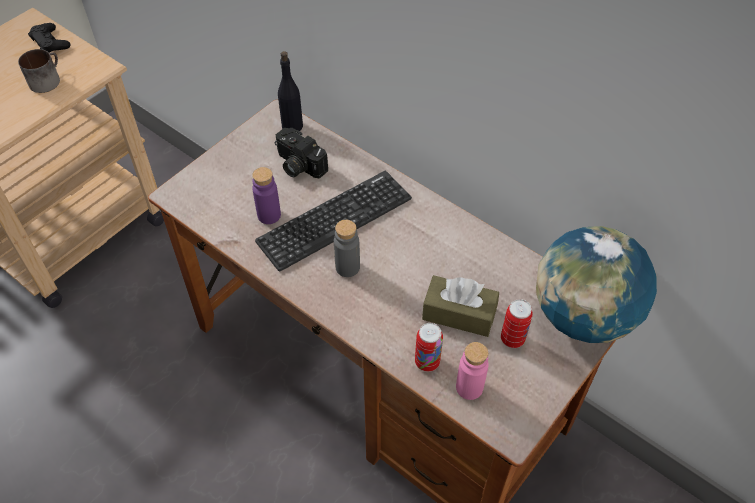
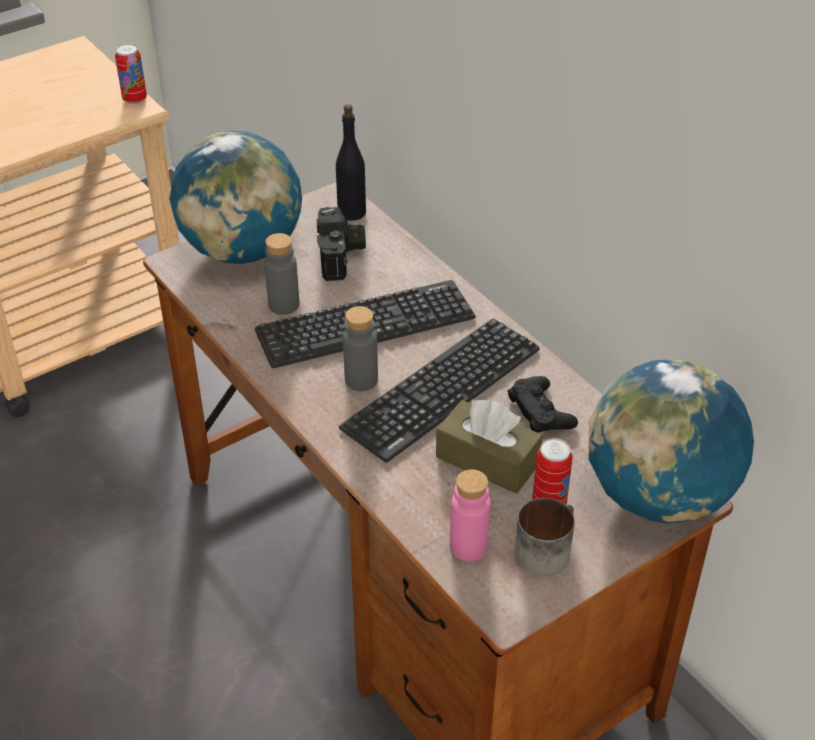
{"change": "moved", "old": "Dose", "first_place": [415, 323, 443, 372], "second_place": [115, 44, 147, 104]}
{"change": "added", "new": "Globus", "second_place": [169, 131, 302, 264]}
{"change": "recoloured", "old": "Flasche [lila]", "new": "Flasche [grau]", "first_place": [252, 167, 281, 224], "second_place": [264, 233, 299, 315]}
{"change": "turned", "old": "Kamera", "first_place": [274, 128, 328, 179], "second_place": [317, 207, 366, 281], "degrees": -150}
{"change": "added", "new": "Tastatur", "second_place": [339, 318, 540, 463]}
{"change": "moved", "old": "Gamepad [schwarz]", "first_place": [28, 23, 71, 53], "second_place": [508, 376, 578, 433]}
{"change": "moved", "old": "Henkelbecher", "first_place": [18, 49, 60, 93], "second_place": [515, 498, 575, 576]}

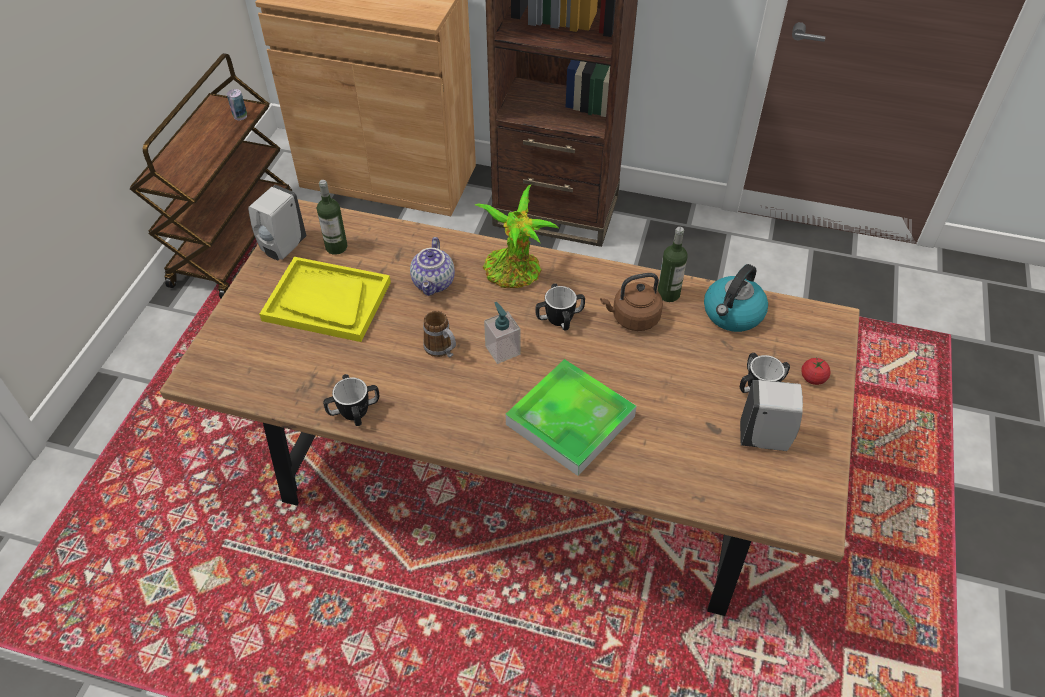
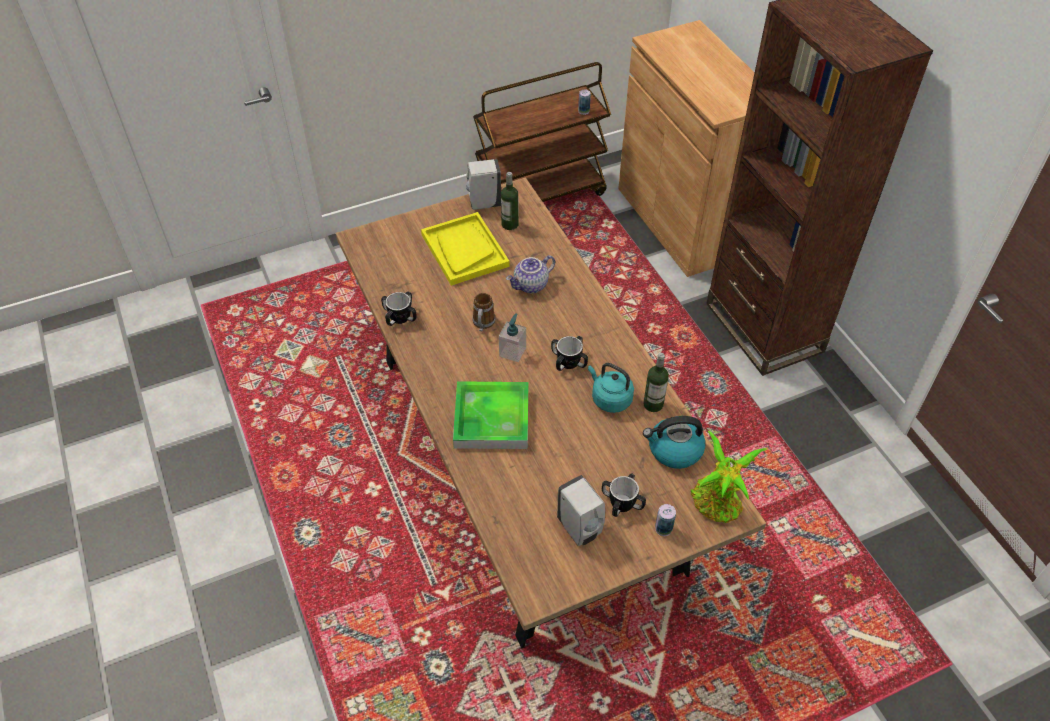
{"change": "recoloured", "old": "Wasserkessel [braun]", "new": "Wasserkessel [türkis]", "first_place": [600, 273, 663, 331], "second_place": [588, 363, 634, 413]}
{"change": "replaced", "old": "Tomate", "new": "Dose", "first_place": [802, 358, 830, 385], "second_place": [655, 504, 676, 536]}
{"change": "moved", "old": "Topfpflanze", "first_place": [475, 185, 559, 288], "second_place": [691, 431, 767, 523]}

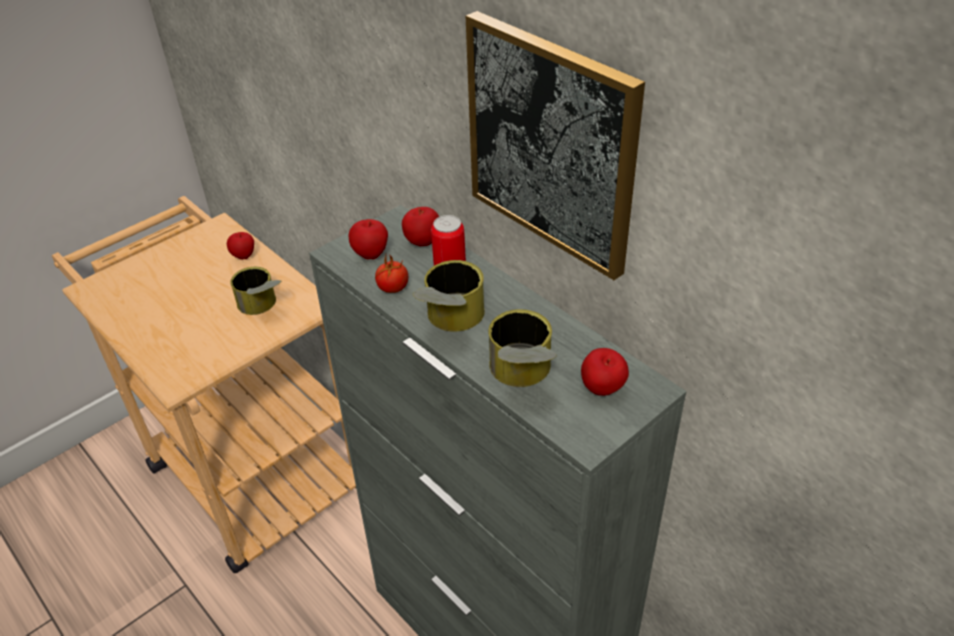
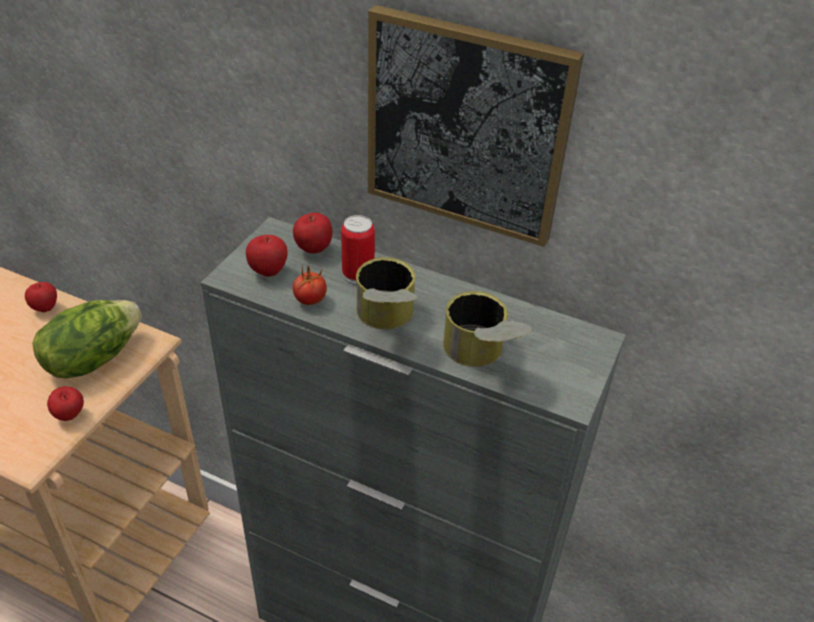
{"change": "replaced", "old": "Dose", "new": "Salatkopf", "first_place": [230, 267, 281, 315], "second_place": [32, 300, 142, 379]}
{"change": "moved", "old": "Apfel", "first_place": [581, 348, 629, 396], "second_place": [47, 386, 84, 421]}

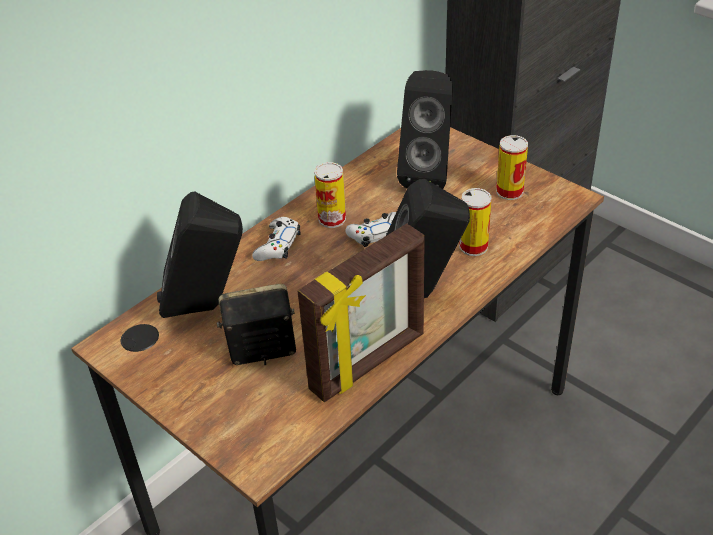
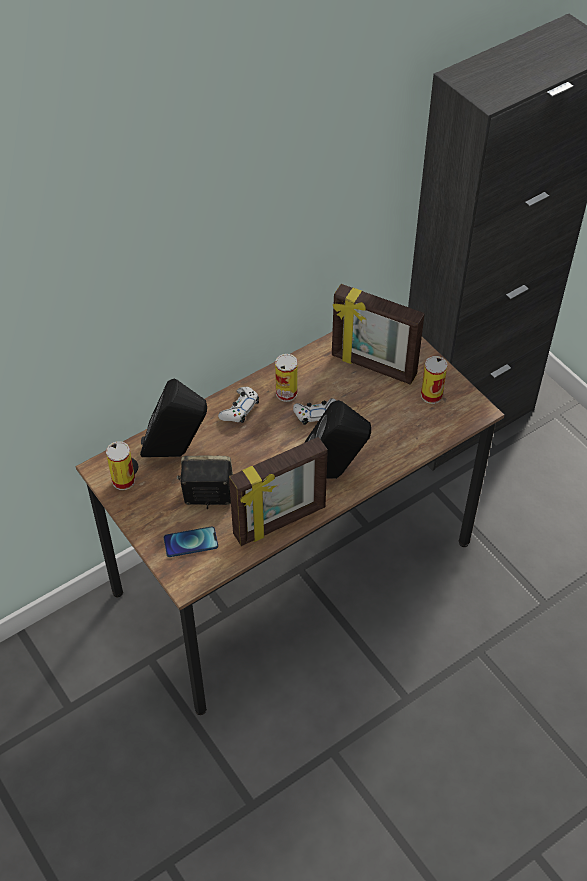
{"change": "moved", "old": "Dose", "first_place": [459, 188, 492, 256], "second_place": [106, 441, 135, 490]}
{"change": "added", "new": "Handy", "second_place": [164, 526, 218, 557]}
{"change": "replaced", "old": "Lautsprecher [schwarz]", "new": "Bilderrahmen", "first_place": [397, 70, 453, 189], "second_place": [332, 284, 425, 385]}

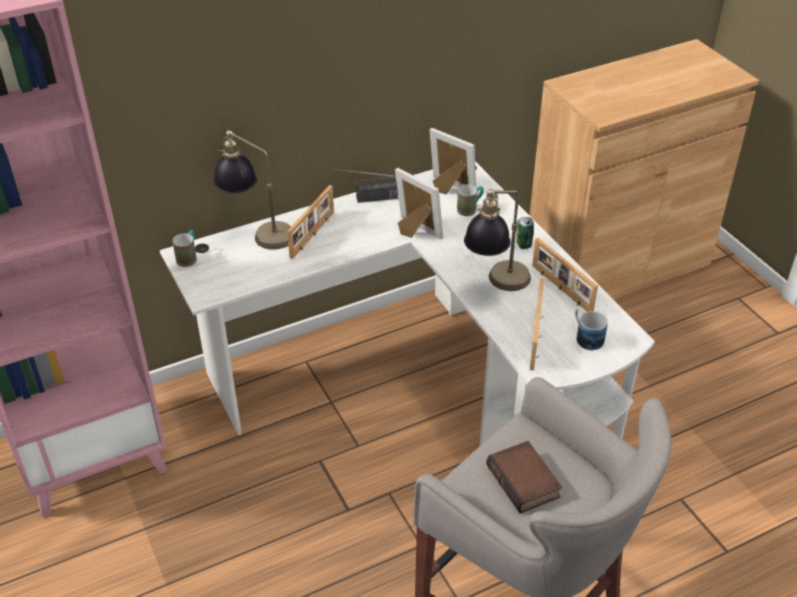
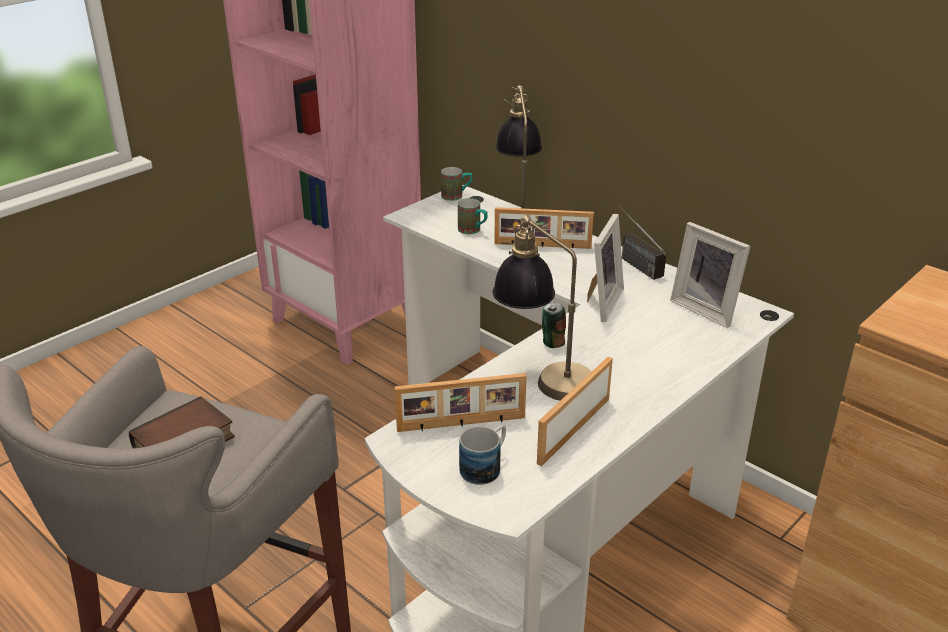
{"change": "moved", "old": "Henkelbecher", "first_place": [457, 184, 484, 216], "second_place": [458, 198, 488, 234]}
{"change": "moved", "old": "Dose", "first_place": [516, 217, 534, 249], "second_place": [542, 302, 566, 348]}
{"change": "turned", "old": "Bilderrahmen", "first_place": [430, 128, 476, 195], "second_place": [670, 222, 751, 328], "degrees": 120}

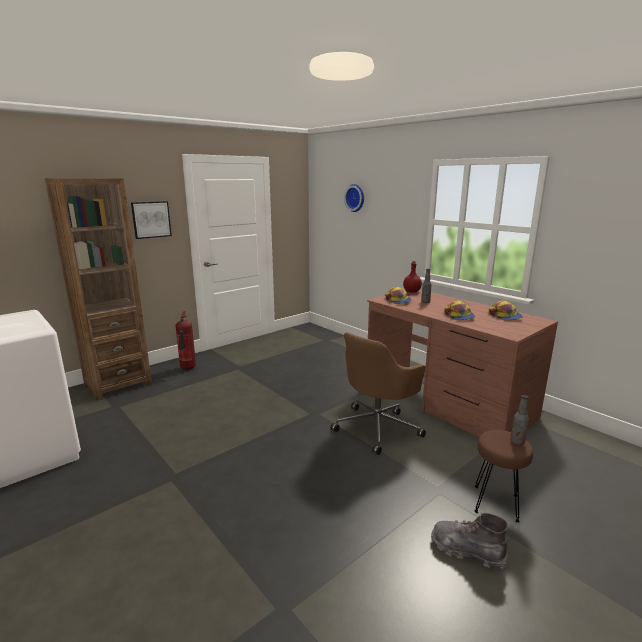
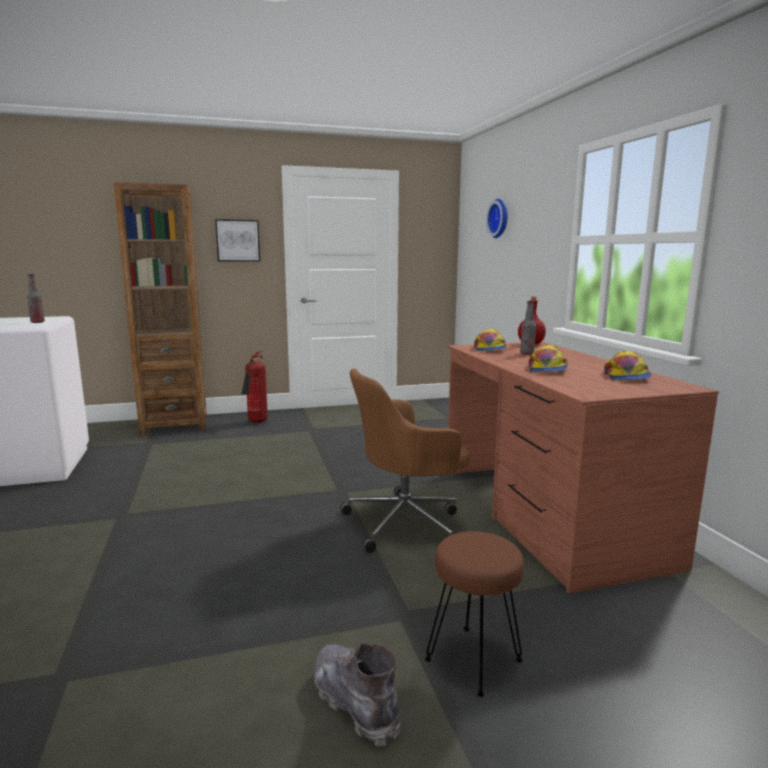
{"change": "moved", "old": "Flasche", "first_place": [510, 395, 529, 445], "second_place": [27, 274, 45, 323]}

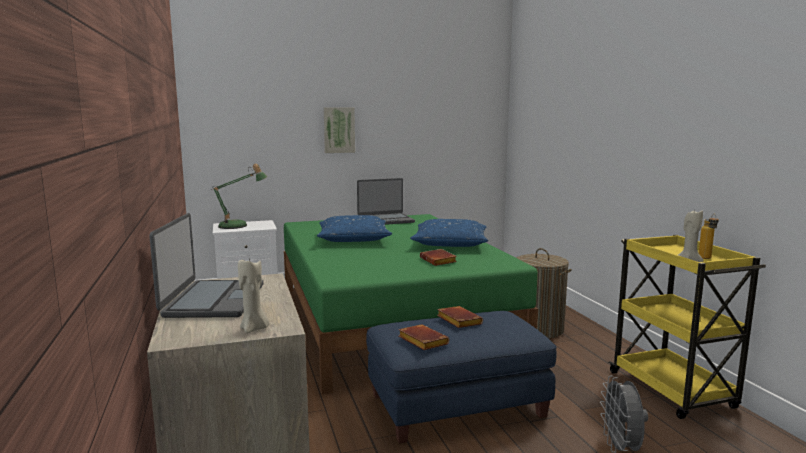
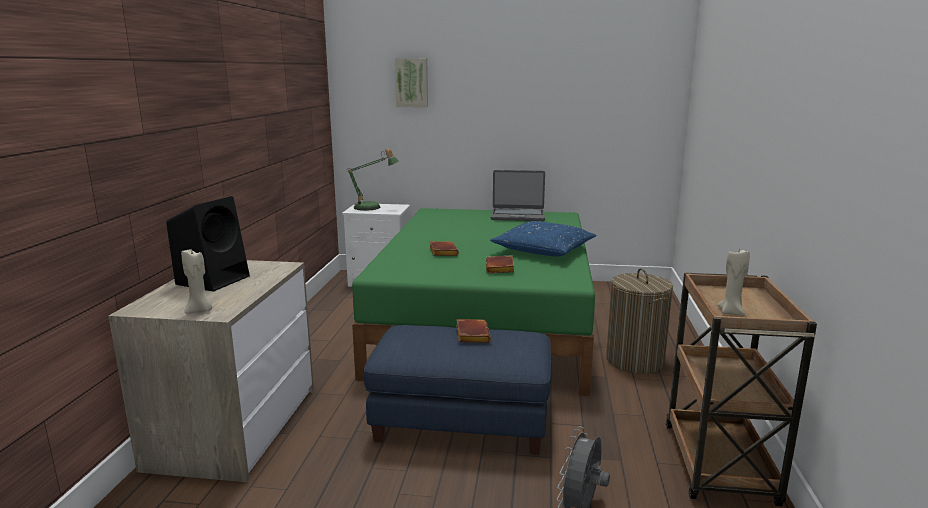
{"change": "replaced", "old": "Laptop", "new": "Lautsprecher [schwarz]", "first_place": [149, 213, 263, 318], "second_place": [166, 196, 250, 292]}
{"change": "moved", "old": "Bild", "first_place": [324, 108, 355, 153], "second_place": [395, 58, 428, 107]}
{"change": "moved", "old": "Buch [braun]", "first_place": [399, 324, 449, 350], "second_place": [429, 241, 459, 256]}
{"change": "recoloured", "old": "Rollwagen [gelb]", "new": "Rollwagen [braun]", "first_place": [609, 235, 766, 419], "second_place": [666, 272, 817, 506]}
{"change": "removed", "old": "Kissen [blau]", "first_place": [317, 215, 392, 242]}
{"change": "removed", "old": "Flasche", "first_place": [699, 213, 719, 259]}

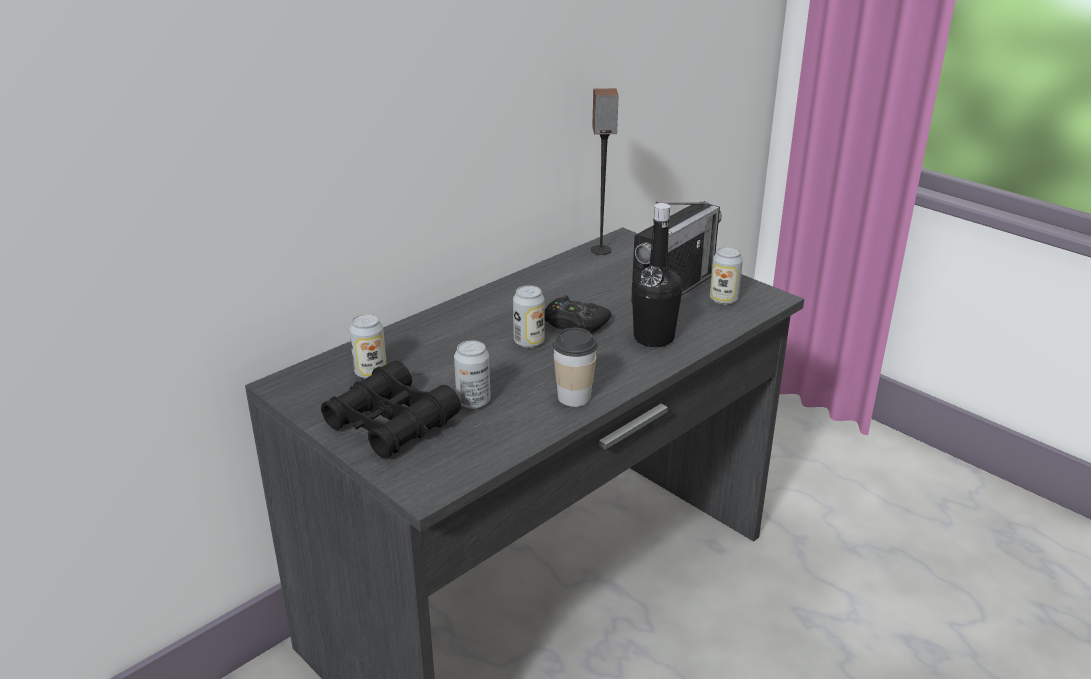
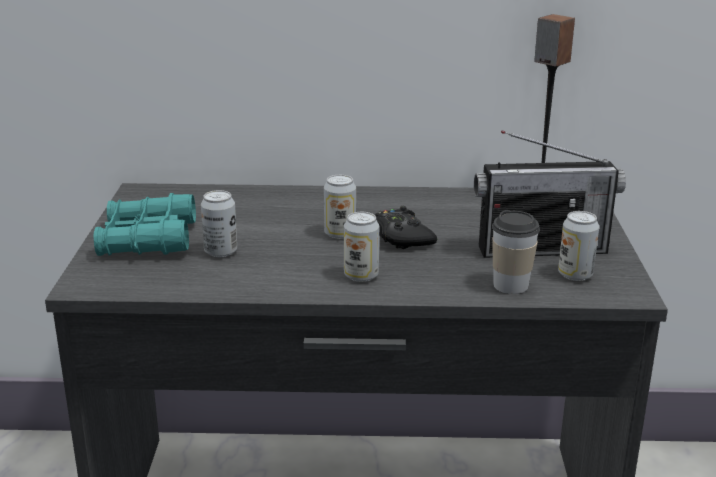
{"change": "recoloured", "old": "Fernglas [schwarz]", "new": "Fernglas [türkis]", "first_place": [321, 360, 461, 459], "second_place": [93, 193, 196, 256]}
{"change": "moved", "old": "Dose", "first_place": [349, 314, 387, 379], "second_place": [344, 212, 379, 282]}
{"change": "moved", "old": "Tasse", "first_place": [553, 328, 598, 407], "second_place": [492, 210, 540, 294]}
{"change": "removed", "old": "Flasche [schwarz]", "first_place": [632, 203, 683, 347]}

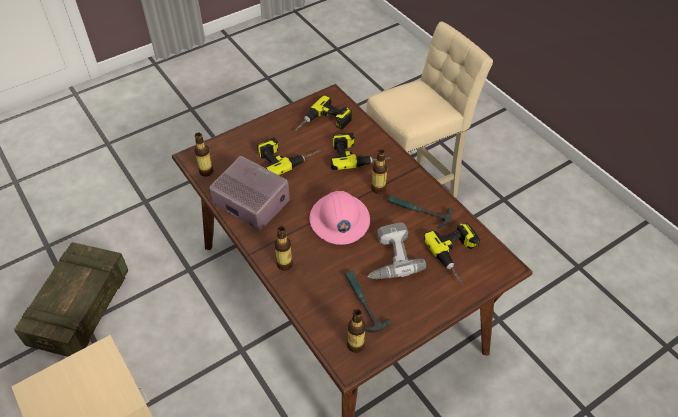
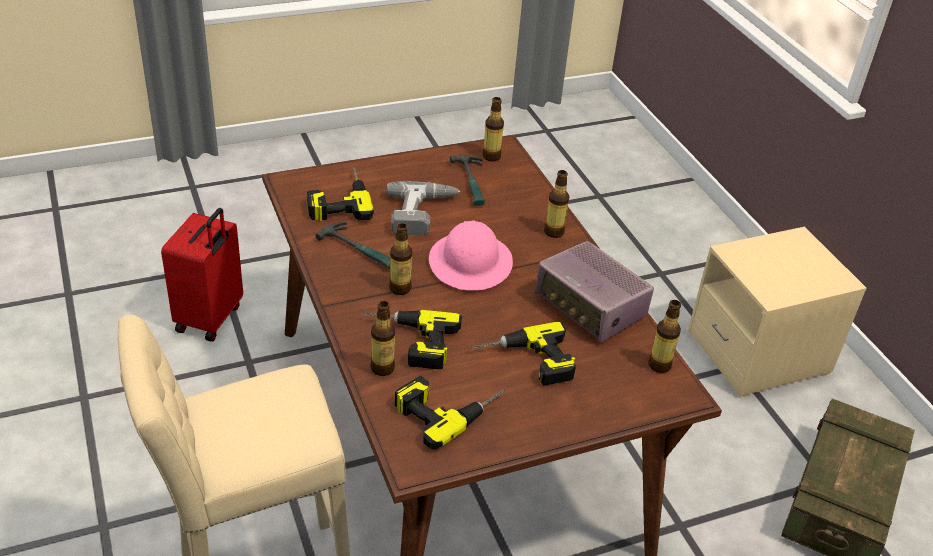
{"change": "added", "new": "Koffer [rot]", "second_place": [161, 208, 243, 341]}
{"change": "added", "new": "Flasche", "second_place": [370, 301, 395, 376]}

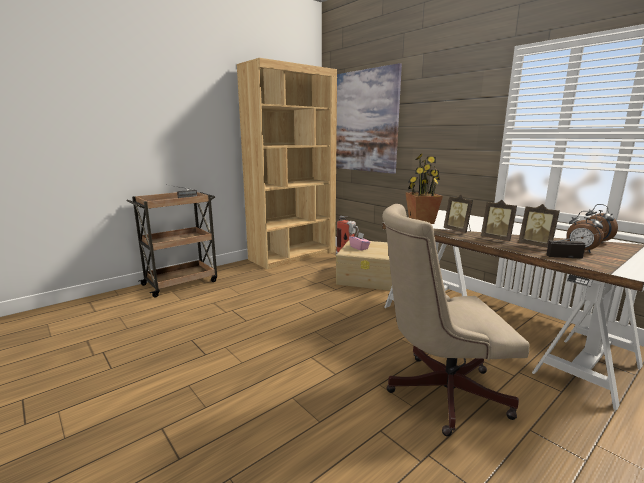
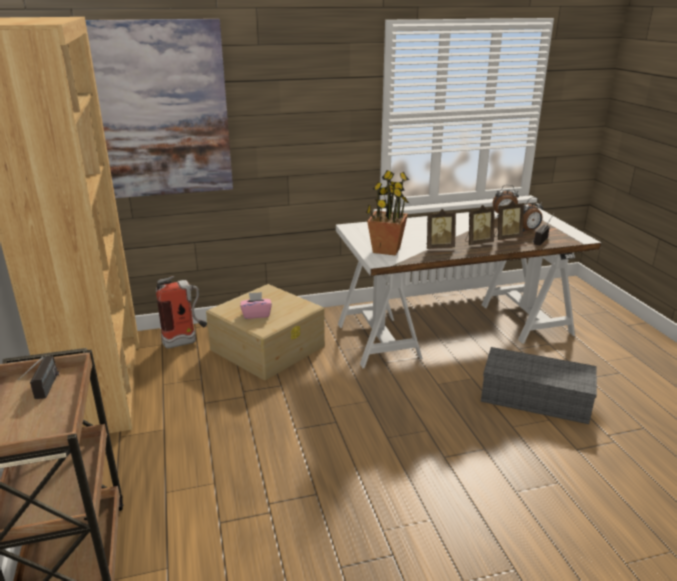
{"change": "replaced", "old": "Bürostuhl [beige]", "new": "Aufbewahrungsbox [grau]", "first_place": [382, 204, 530, 436], "second_place": [481, 347, 597, 424]}

